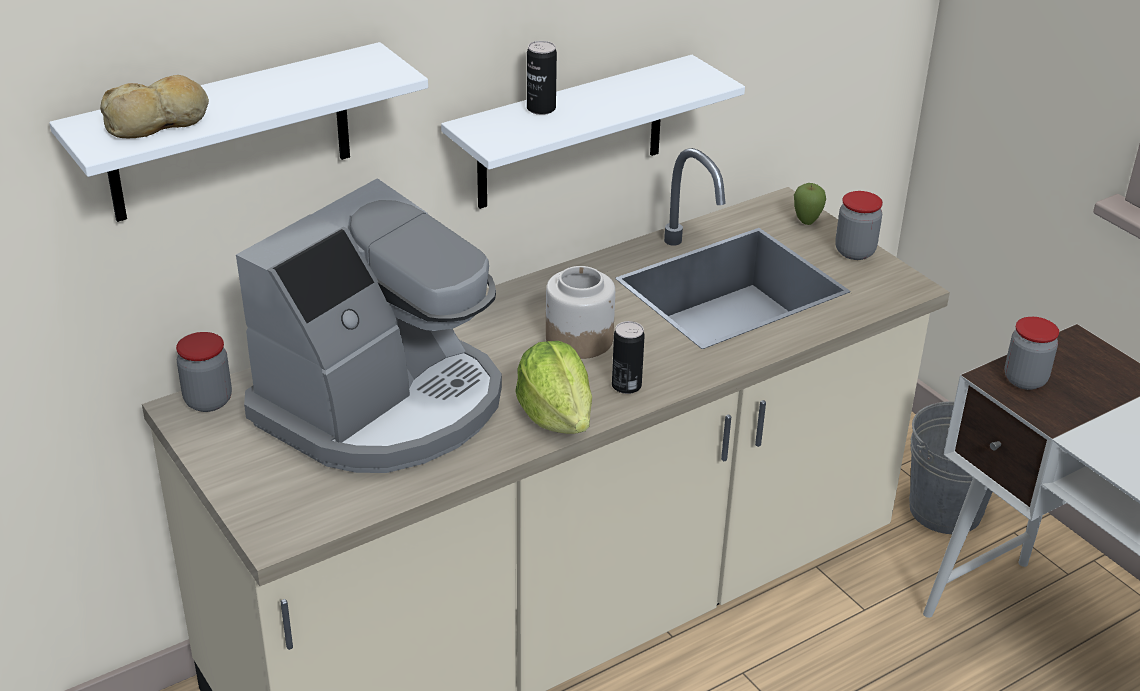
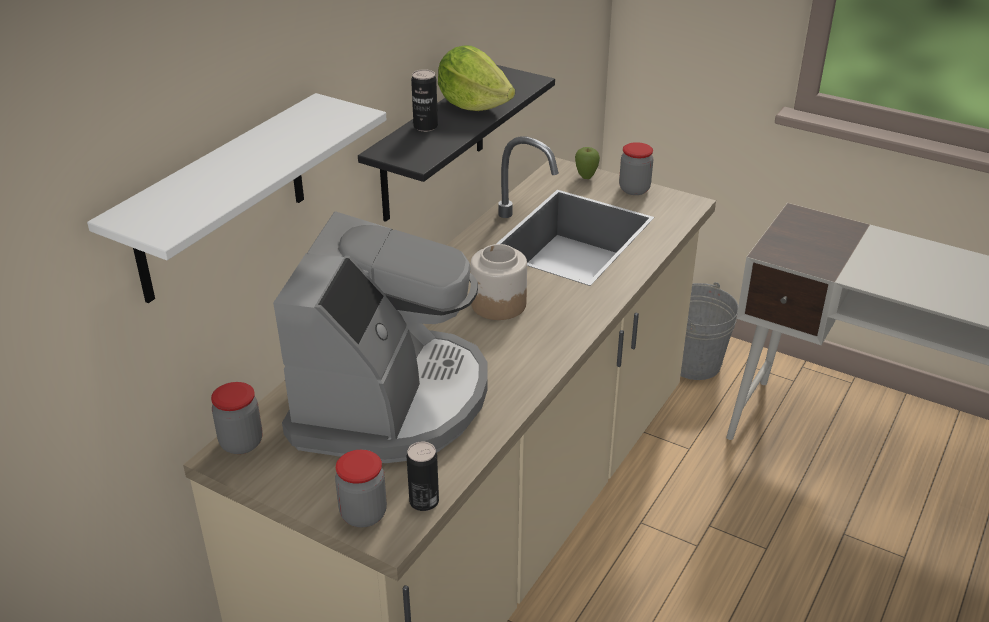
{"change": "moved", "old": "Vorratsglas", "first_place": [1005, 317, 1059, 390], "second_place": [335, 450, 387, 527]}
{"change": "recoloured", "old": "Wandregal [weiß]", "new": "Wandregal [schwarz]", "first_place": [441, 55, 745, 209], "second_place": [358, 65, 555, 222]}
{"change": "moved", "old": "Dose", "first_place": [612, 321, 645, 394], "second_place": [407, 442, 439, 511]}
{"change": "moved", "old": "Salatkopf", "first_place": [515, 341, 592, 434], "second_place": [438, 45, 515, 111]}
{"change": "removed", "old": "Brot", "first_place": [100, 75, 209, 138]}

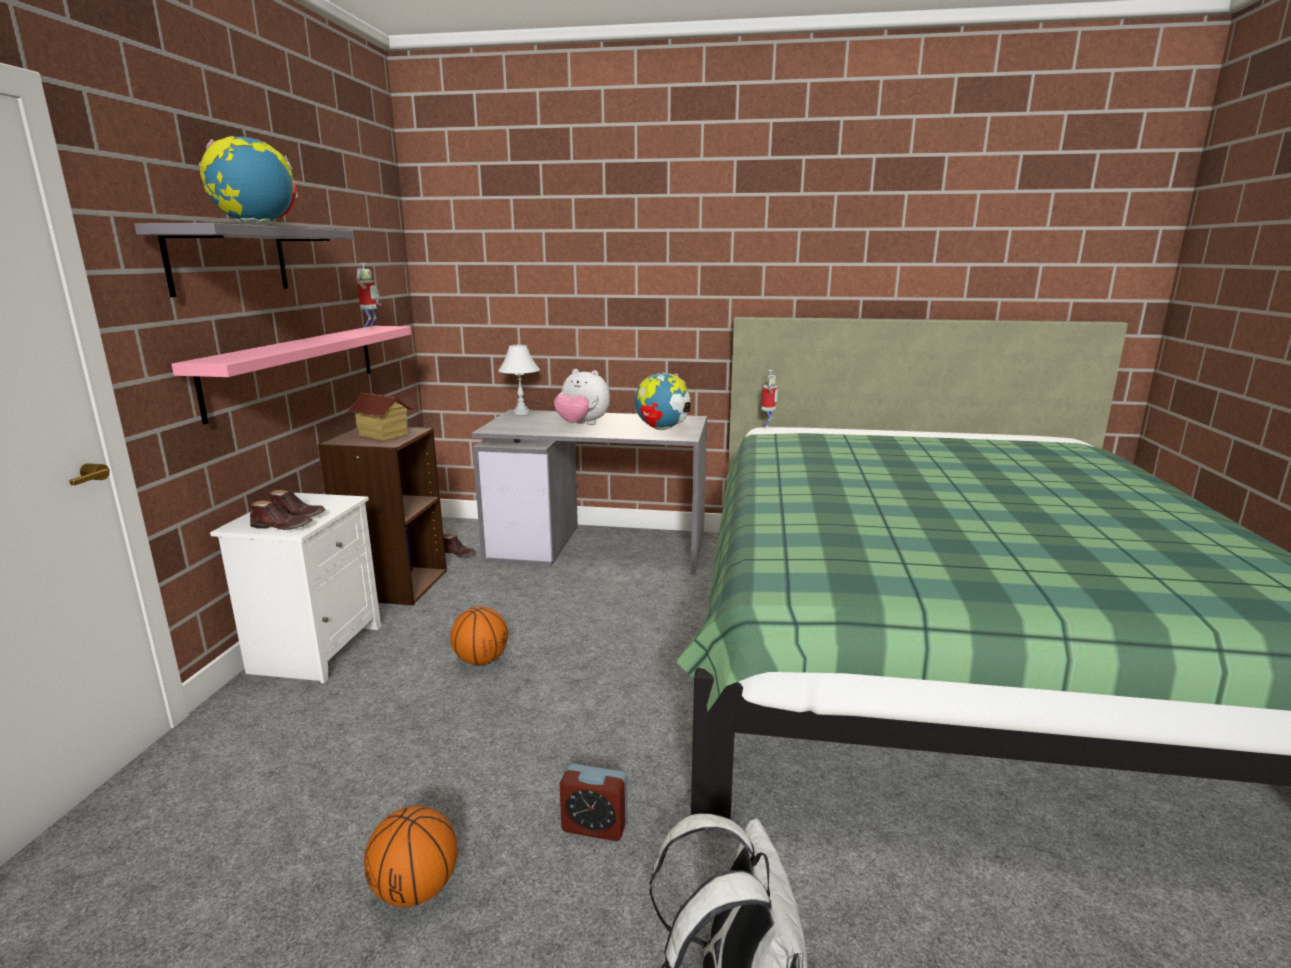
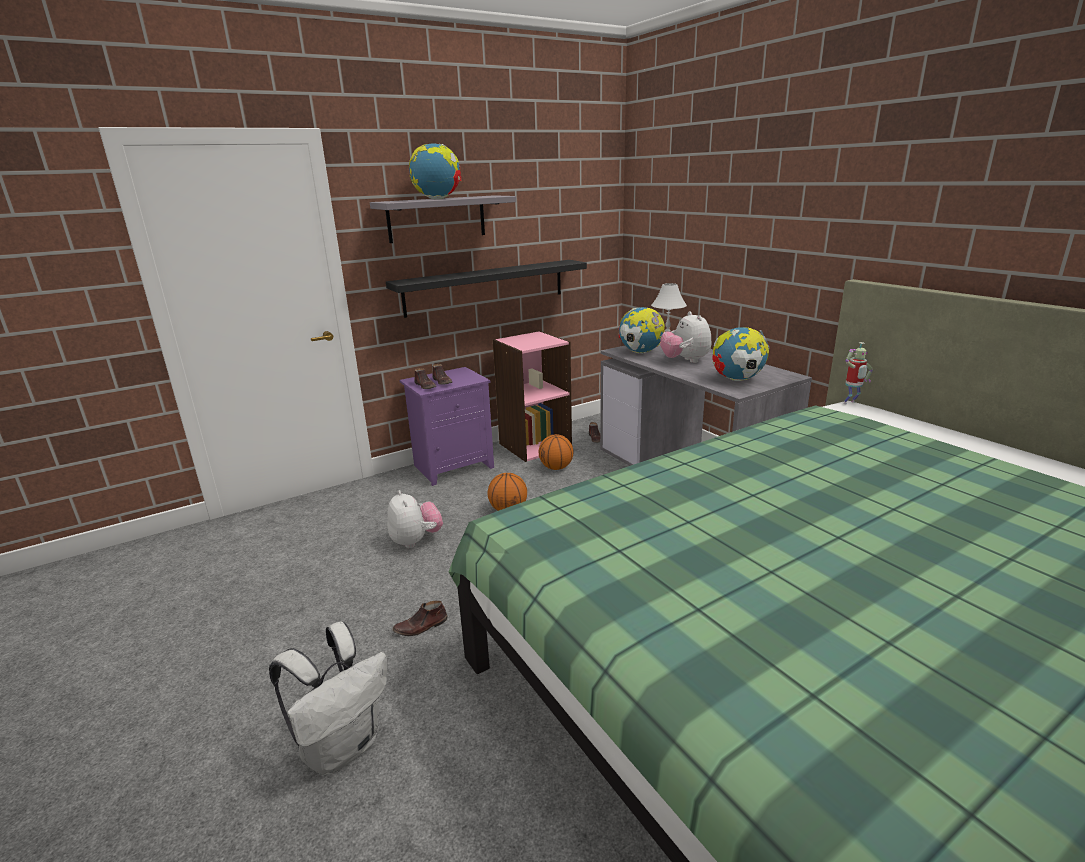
{"change": "recoloured", "old": "Wandregal [rosa]", "new": "Wandregal [schwarz]", "first_place": [171, 326, 411, 424], "second_place": [386, 260, 587, 318]}
{"change": "added", "new": "Plüschtier", "second_place": [387, 490, 443, 548]}
{"change": "replaced", "old": "Wecker", "new": "Schuh [braun]", "first_place": [560, 764, 627, 841], "second_place": [393, 601, 448, 636]}
{"change": "recoloured", "old": "Nachttisch [weiß]", "new": "Nachttisch [lila]", "first_place": [210, 493, 381, 683], "second_place": [400, 367, 494, 486]}
{"change": "recoloured", "old": "Bücherregal [braun]", "new": "Bücherregal [rosa]", "first_place": [317, 427, 447, 605], "second_place": [493, 331, 572, 462]}
{"change": "moved", "old": "Basketball", "first_place": [364, 806, 458, 907], "second_place": [538, 434, 574, 470]}
{"change": "added", "new": "Globus", "second_place": [618, 307, 665, 354]}
{"change": "removed", "old": "Spielzeughaus", "first_place": [347, 392, 415, 440]}
{"change": "removed", "old": "Spielzeugroboter", "first_place": [357, 263, 382, 330]}

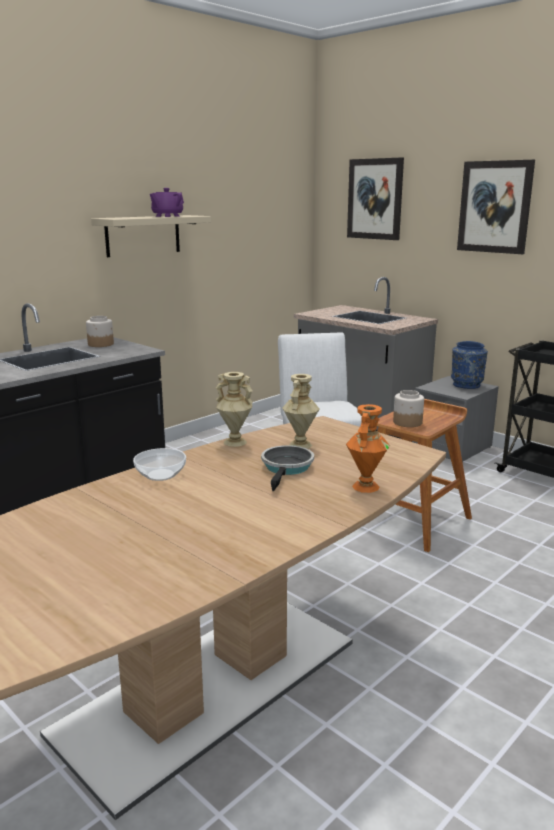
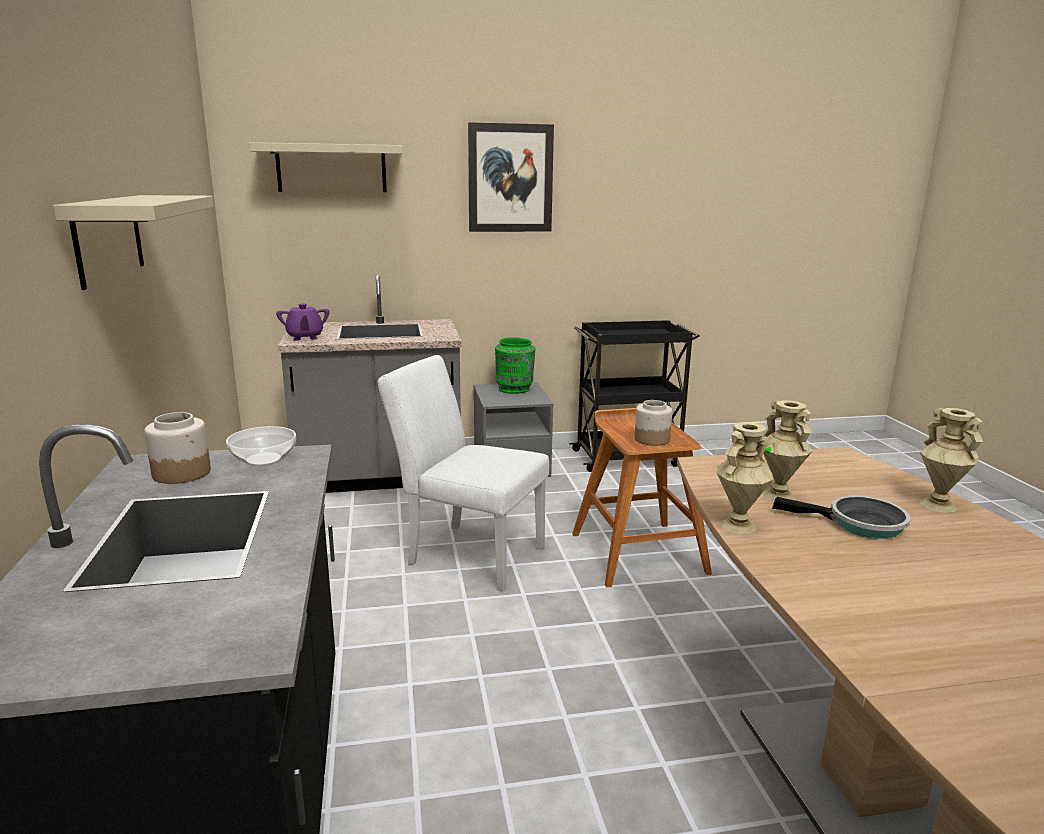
{"change": "moved", "old": "Schüssel", "first_place": [133, 448, 186, 481], "second_place": [226, 426, 296, 466]}
{"change": "replaced", "old": "Bild", "new": "Wandregal [beige]", "first_place": [347, 157, 404, 240], "second_place": [249, 142, 403, 192]}
{"change": "moved", "old": "Teekanne [lila]", "first_place": [150, 188, 184, 217], "second_place": [276, 304, 330, 341]}
{"change": "recoloured", "old": "Vase [blau]", "new": "Vase [grün]", "first_place": [451, 341, 488, 389], "second_place": [495, 337, 536, 394]}
{"change": "turned", "old": "Pfanne", "first_place": [261, 445, 314, 491], "second_place": [772, 496, 911, 539], "degrees": 150}
{"change": "recoloured", "old": "Vase [orange]", "new": "Vase [beige]", "first_place": [346, 404, 390, 493], "second_place": [920, 408, 983, 513]}

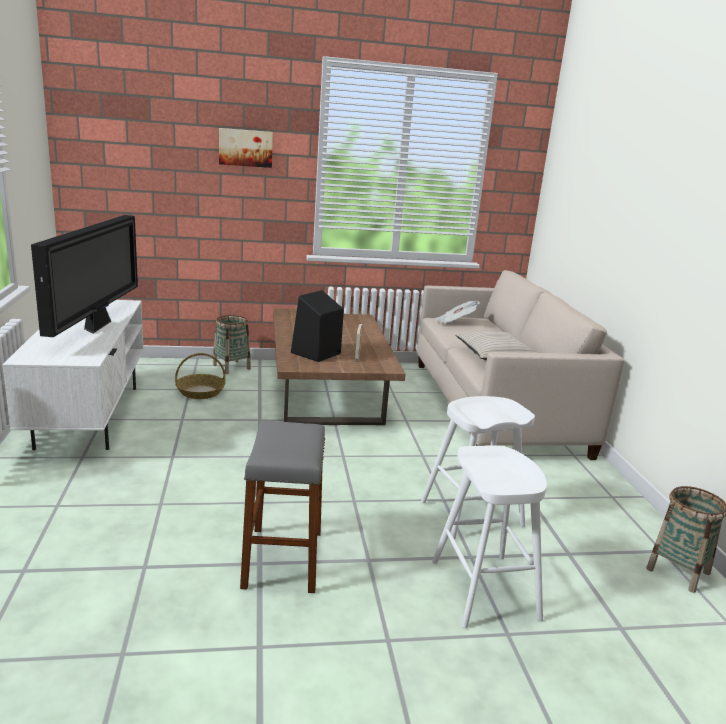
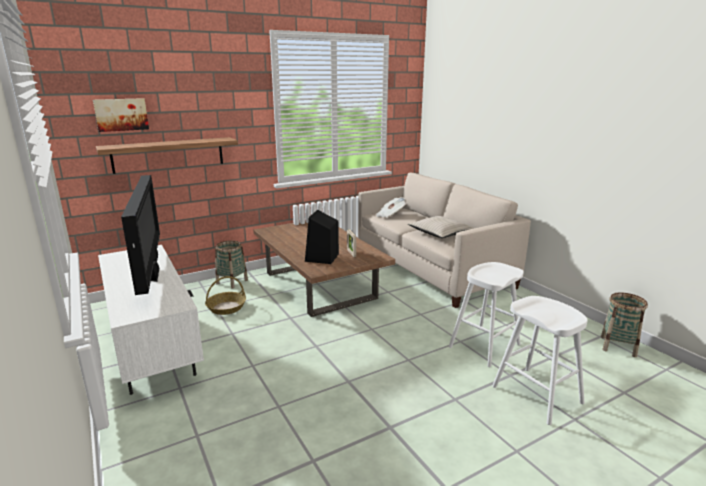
{"change": "moved", "old": "Bild", "first_place": [219, 128, 273, 168], "second_place": [93, 98, 149, 132]}
{"change": "added", "new": "Wandregal", "second_place": [96, 137, 238, 174]}
{"change": "removed", "old": "Hocker [grau]", "first_place": [240, 421, 325, 593]}

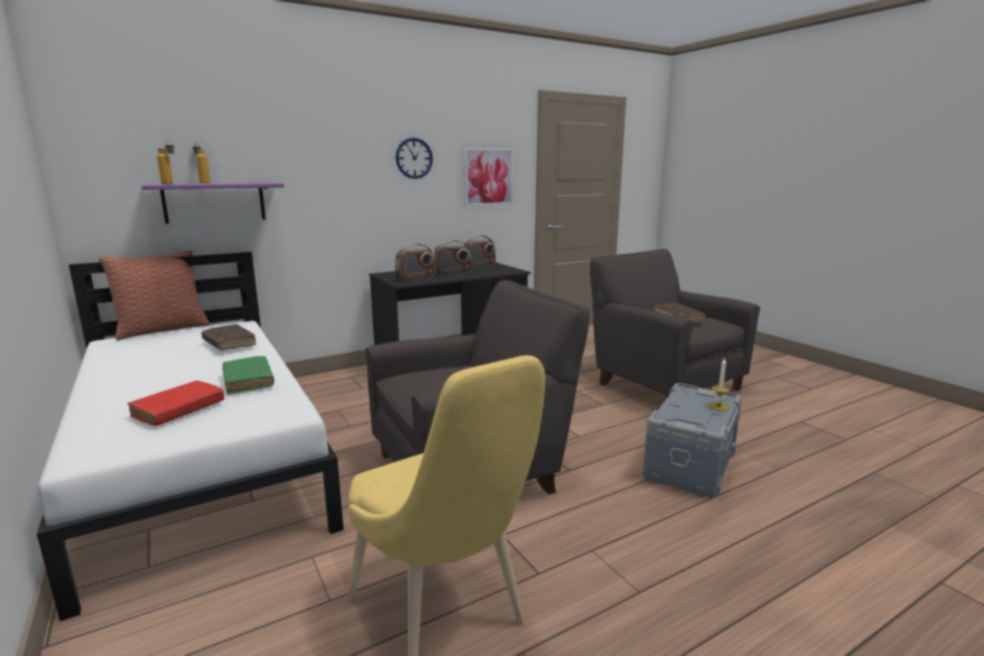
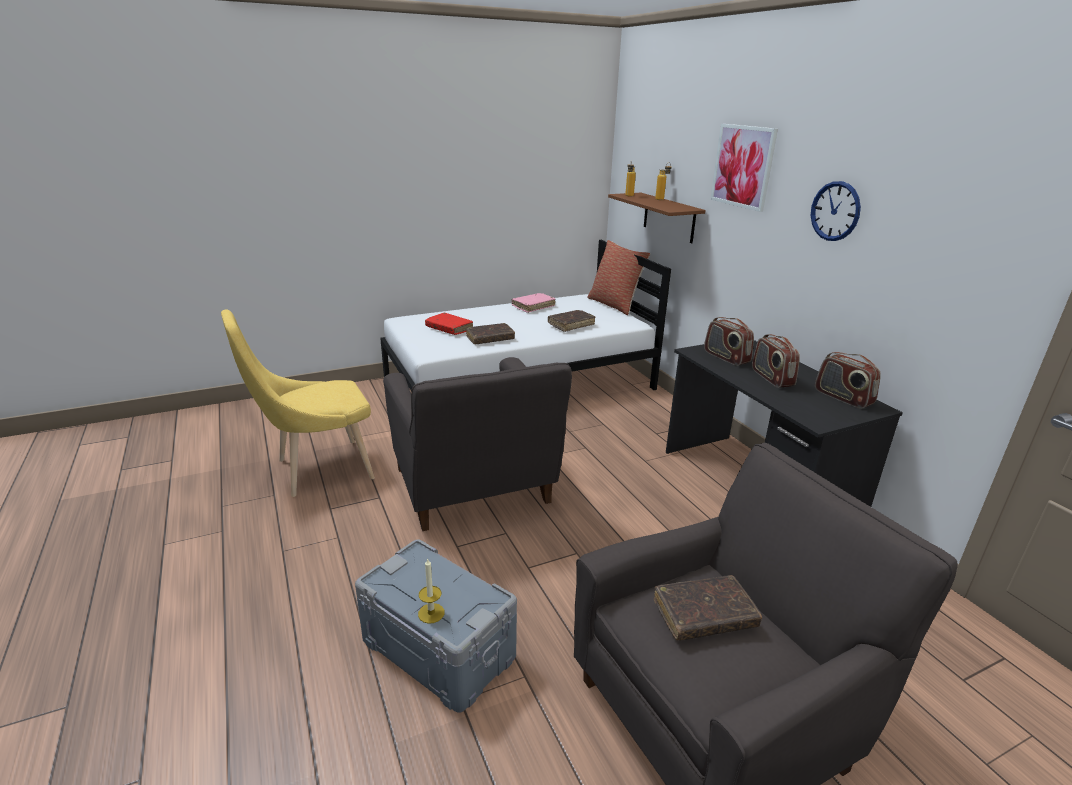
{"change": "recoloured", "old": "Buch [grün]", "new": "Buch [braun]", "first_place": [222, 356, 274, 395], "second_place": [466, 323, 515, 344]}
{"change": "added", "new": "Buch [rosa]", "second_place": [512, 293, 555, 313]}
{"change": "recoloured", "old": "Wandregal [lila]", "new": "Wandregal [braun]", "first_place": [141, 183, 284, 224], "second_place": [608, 193, 706, 243]}
{"change": "moved", "old": "Bild", "first_place": [464, 148, 514, 206], "second_place": [710, 124, 778, 212]}

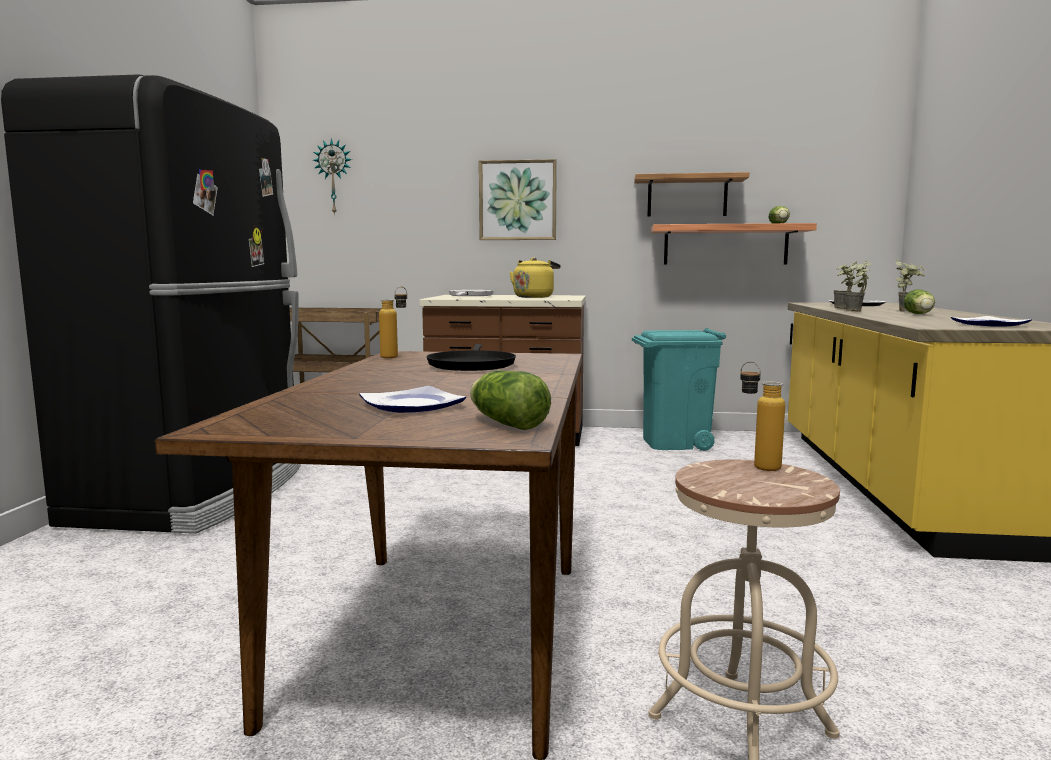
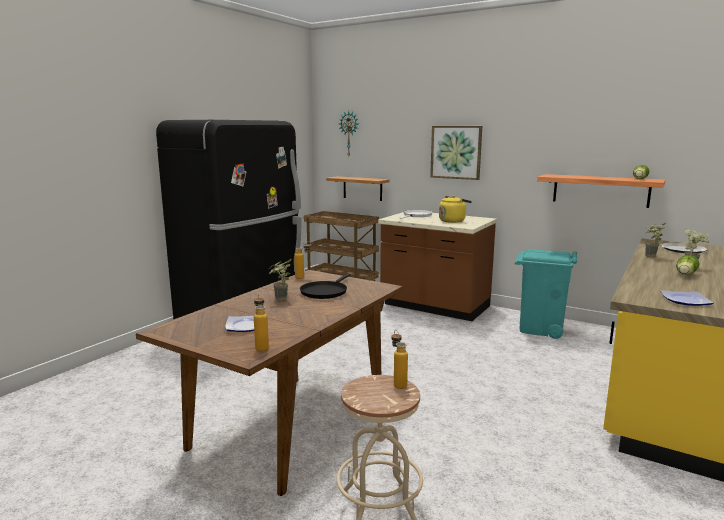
{"change": "replaced", "old": "Salatkopf", "new": "Flasche", "first_place": [470, 370, 551, 430], "second_place": [254, 293, 269, 351]}
{"change": "moved", "old": "Topfpflanze", "first_place": [845, 260, 872, 312], "second_place": [269, 259, 292, 301]}
{"change": "moved", "old": "Wandregal", "first_place": [634, 172, 749, 217], "second_place": [326, 176, 389, 201]}

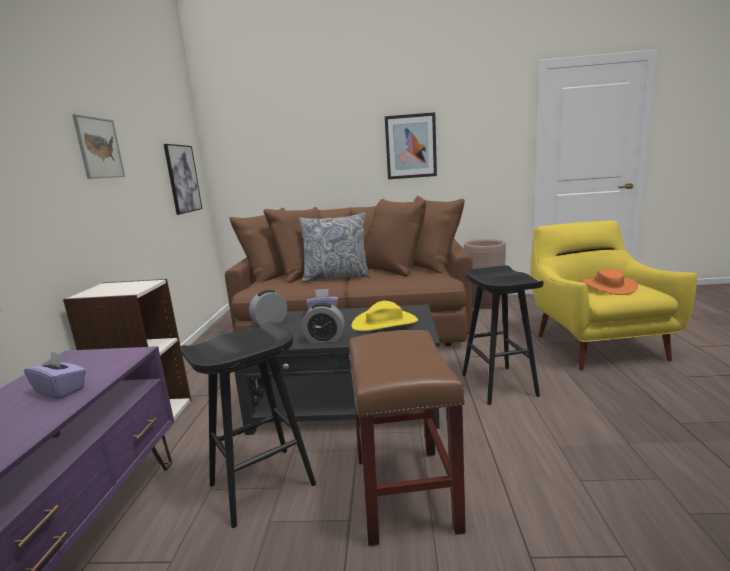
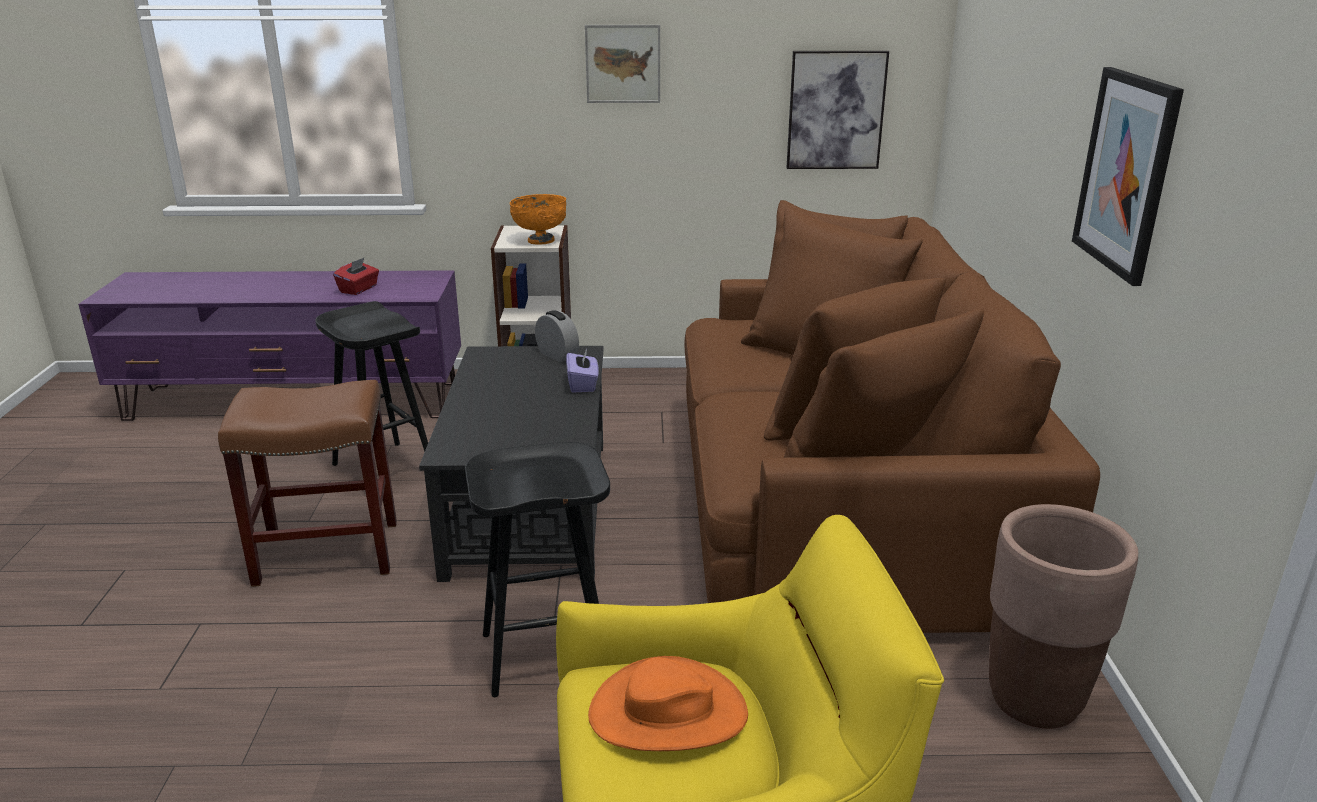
{"change": "recoloured", "old": "Taschentuchbox [lila]", "new": "Taschentuchbox [rot]", "first_place": [24, 351, 86, 399], "second_place": [333, 258, 379, 295]}
{"change": "added", "new": "Schüssel [orange]", "second_place": [510, 194, 566, 245]}
{"change": "removed", "old": "Kissen", "first_place": [299, 213, 370, 282]}
{"change": "removed", "old": "Wecker", "first_place": [302, 303, 345, 343]}
{"change": "removed", "old": "Hut [gelb]", "first_place": [351, 301, 418, 331]}

